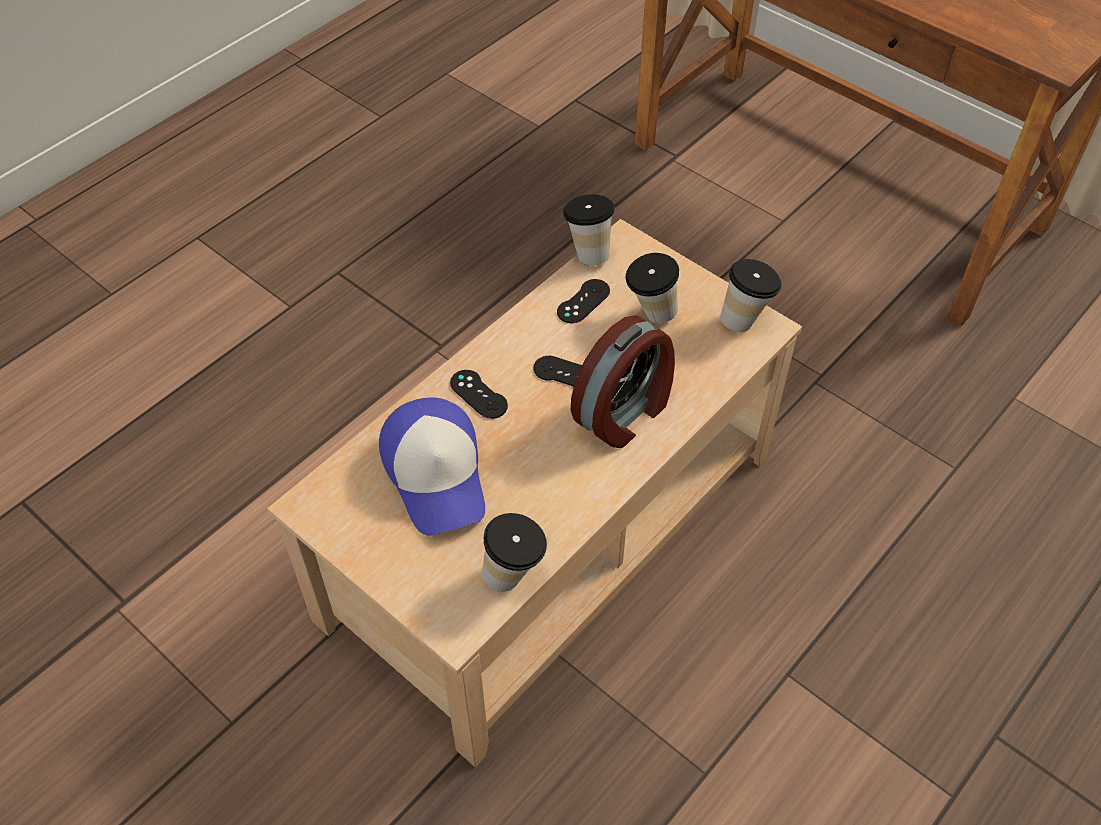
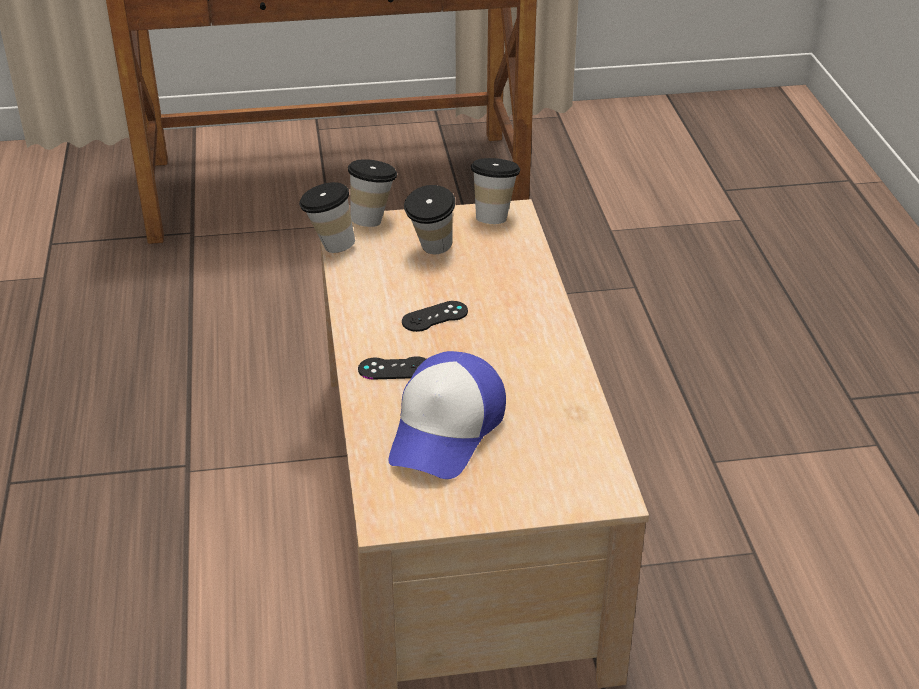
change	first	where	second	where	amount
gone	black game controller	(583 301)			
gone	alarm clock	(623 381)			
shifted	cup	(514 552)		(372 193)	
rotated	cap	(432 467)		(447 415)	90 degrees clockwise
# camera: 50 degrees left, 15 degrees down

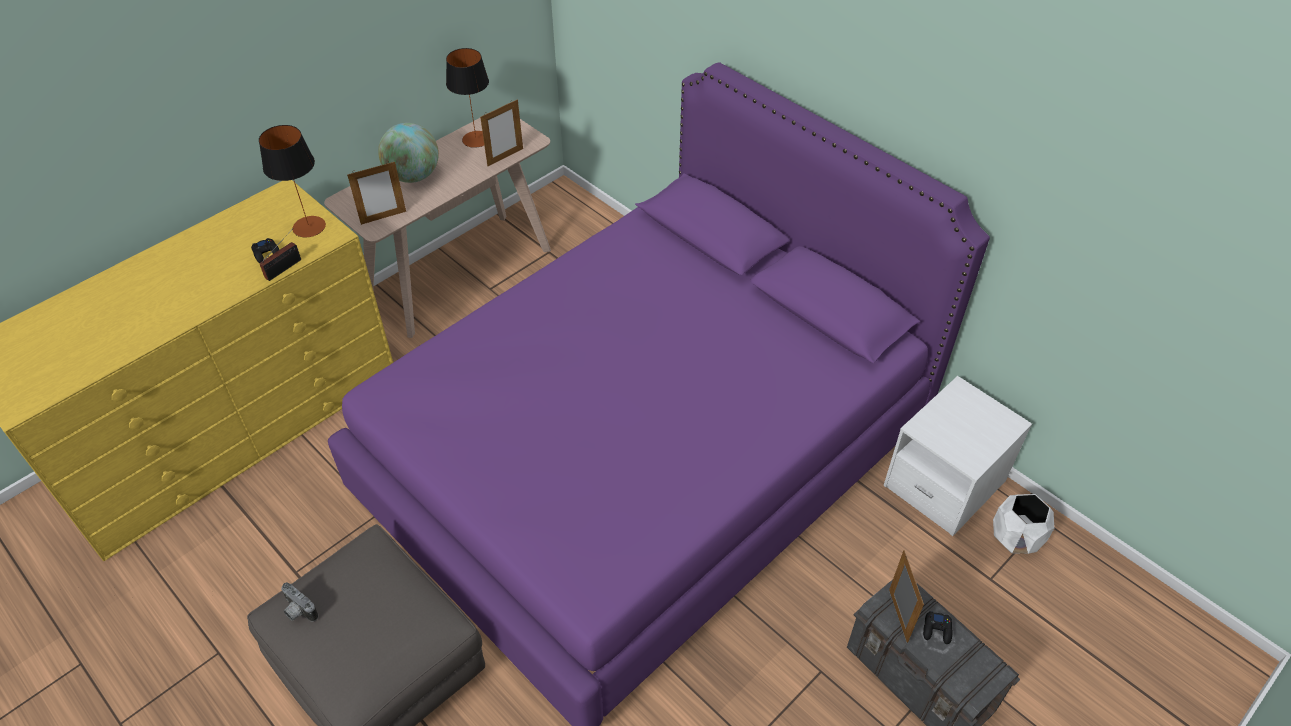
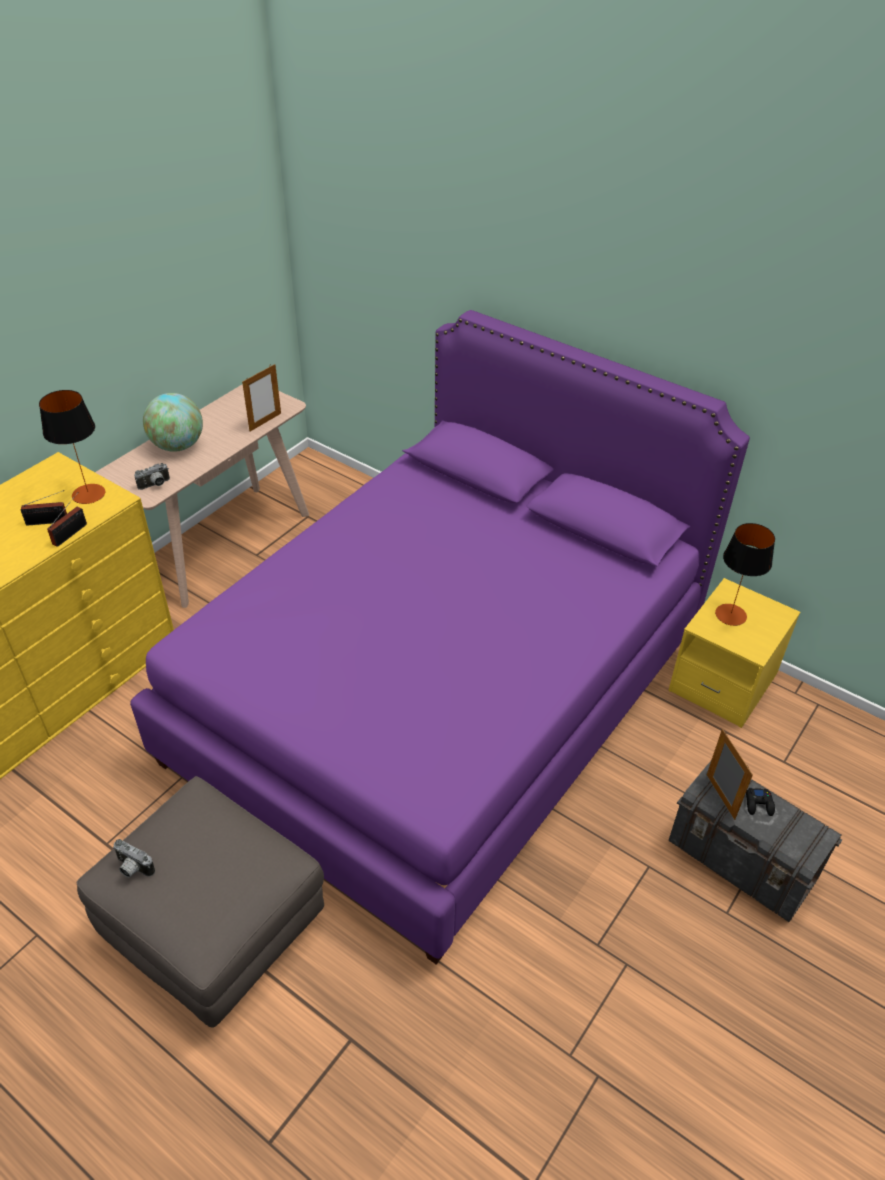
change	first	where	second	where	amount
gone	white planter	(1023 524)			
shifted	table lamp	(467 98)		(745 574)	
swapped	black game controller	(265 250)	radio	(44 508)	
swapped	picture frame	(376 193)	photo camera	(152 476)	
repainted	white nightstand	(957 456)	yellow nightstand	(734 653)	
# camera: 10 degrees left, 5 degrees down

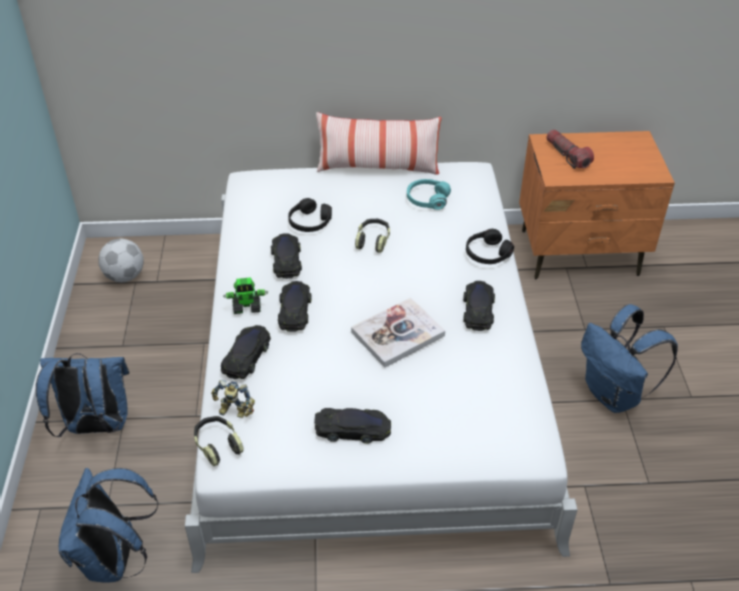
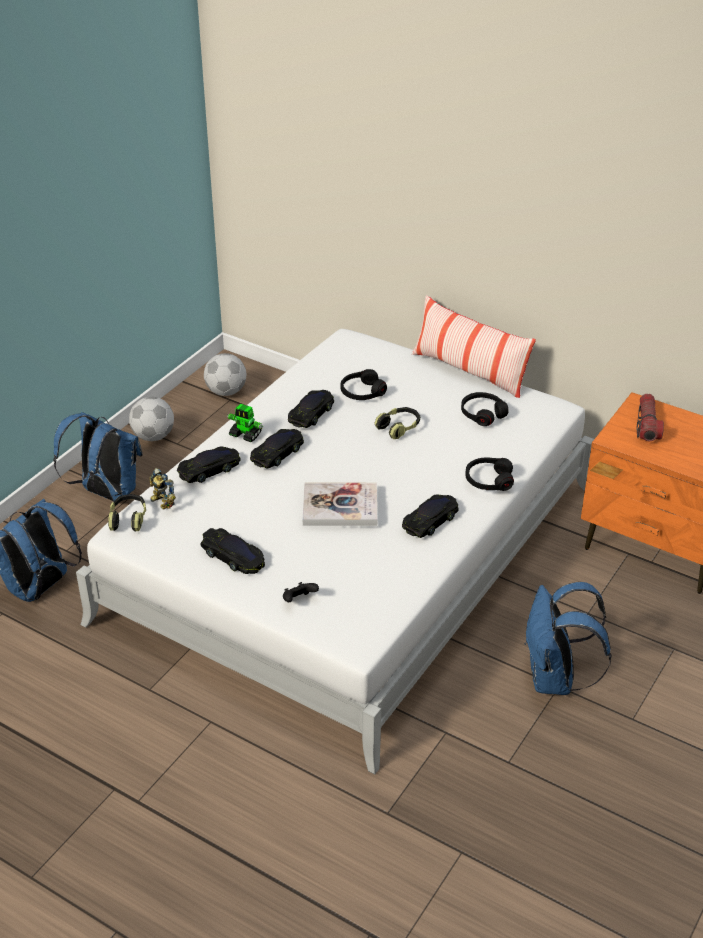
change	first	where	second	where	amount
new			football	(151 419)	
new			black game controller	(301 592)	
repainted	turquoise headphones	(429 194)	black headphones	(484 409)	
# camera: 35 degrees right, 5 degrees down

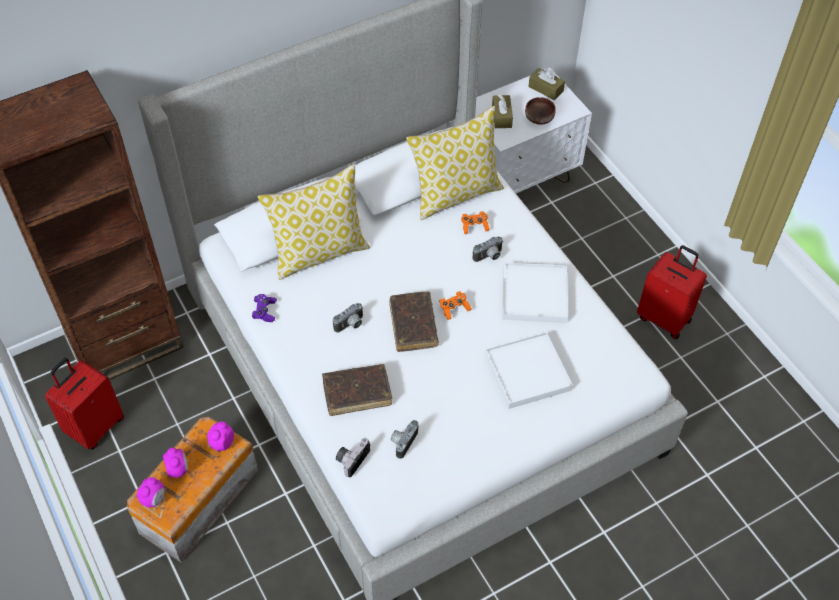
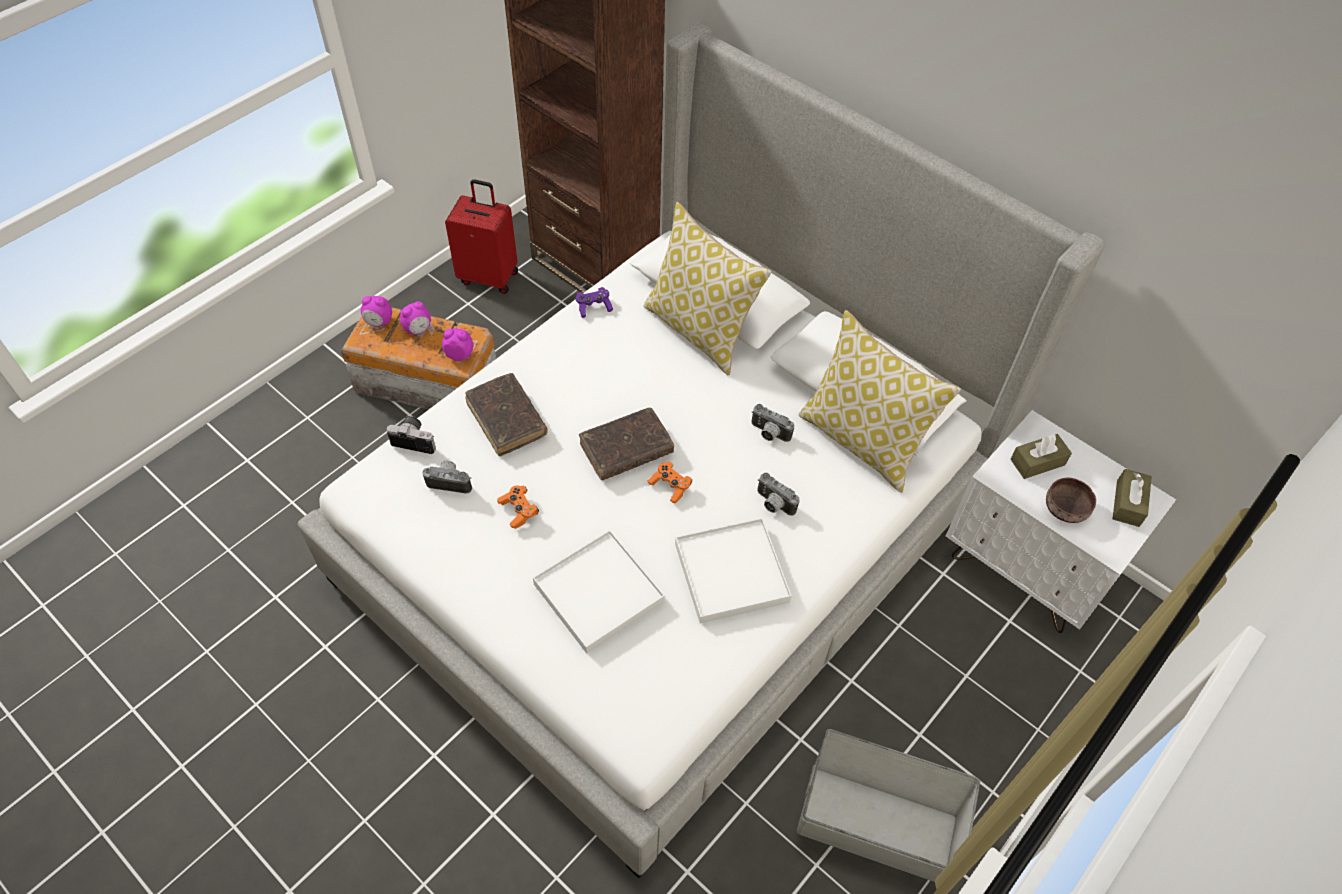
change	first	where	second	where	amount
shifted	photo camera	(348 318)		(772 423)	
shifted	orange game controller	(475 222)		(518 507)	
swapped	red suitcase	(672 292)	grey storage box	(888 805)	
# camera: 70 degrees right, 0 degrees up

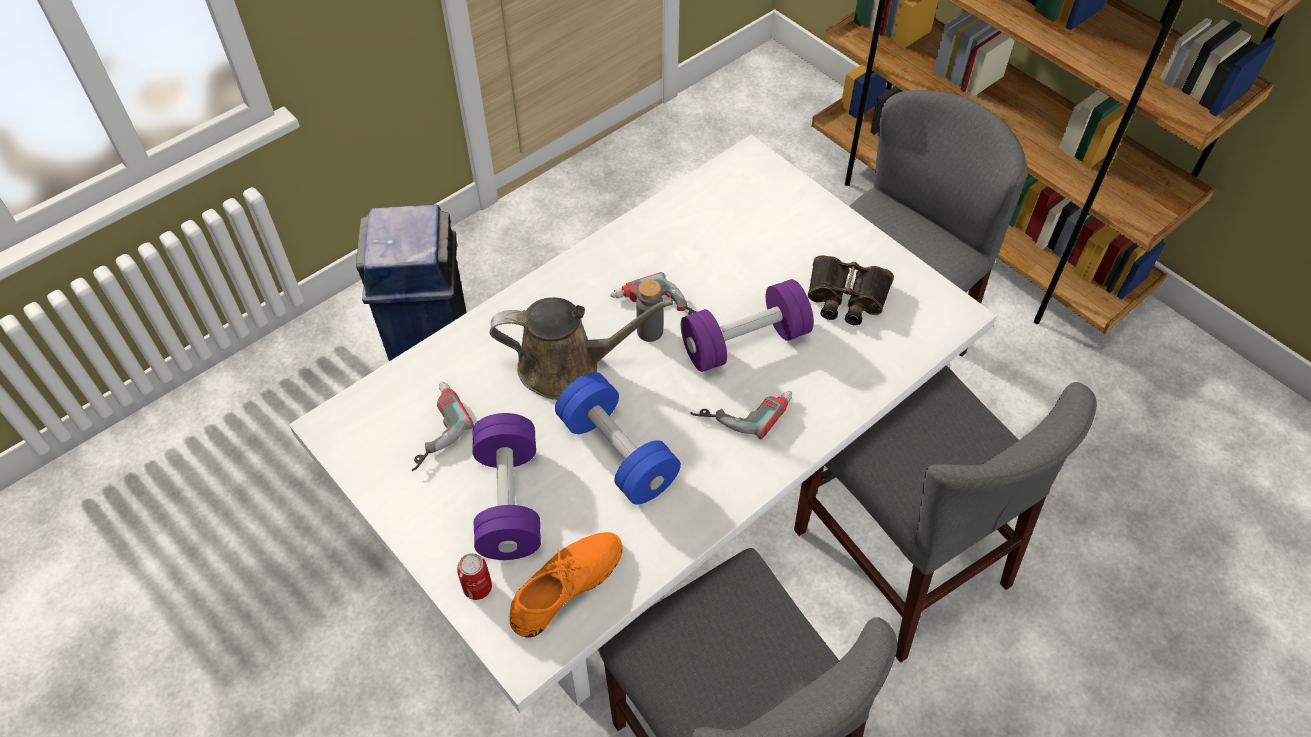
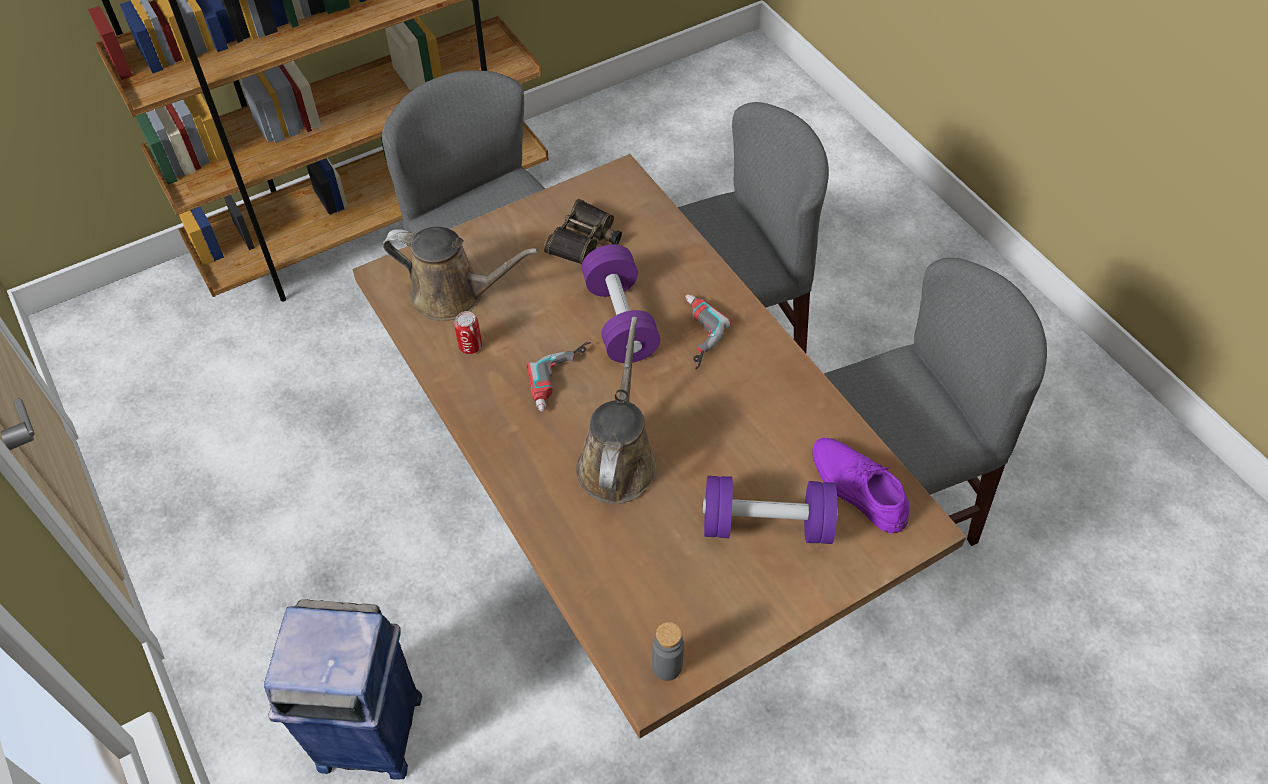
change	first	where	second	where	amount
gone	power drill	(443 426)			
gone	blue dumbbell	(618 438)			
new			brown watering can	(460 274)	
shifted	can	(474 576)		(468 332)	
shifted	grey bottle	(650 310)		(668 651)	
repainted	white dining table	(643 423)	brown dining table	(659 446)	
repainted	orange shoe	(566 584)	purple shoe	(860 485)	
# camera: 80 degrees left, 0 degrees up

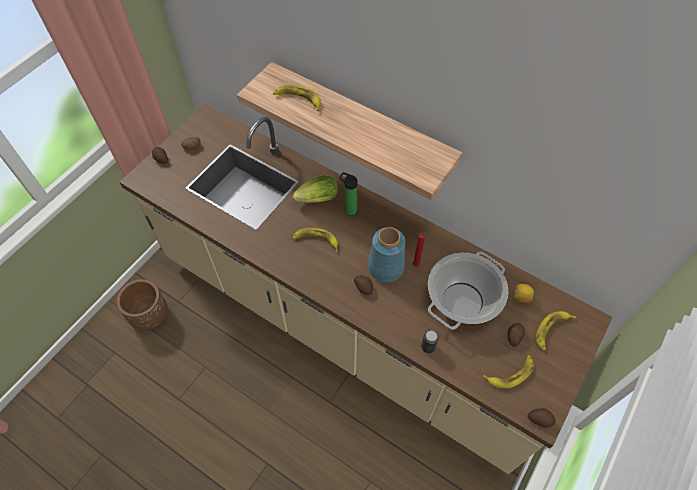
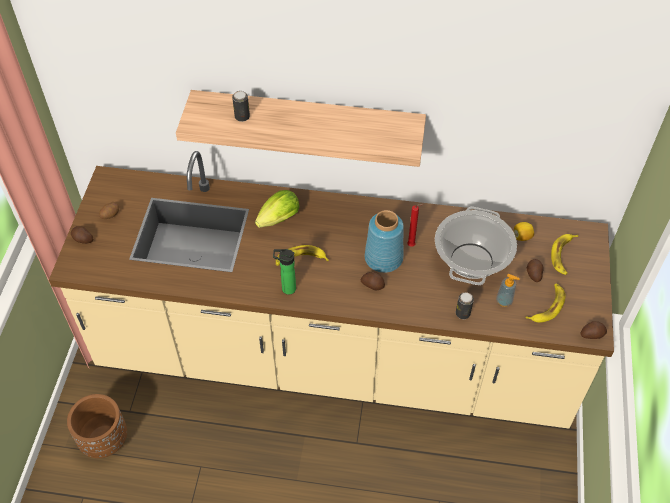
change	first	where	second	where	amount
new			soap dispenser	(508 290)	
shifted	bottle	(348 193)		(284 272)	
swapped	banana	(297 98)	can	(241 106)	
# camera: 25 degrees left, 5 degrees down

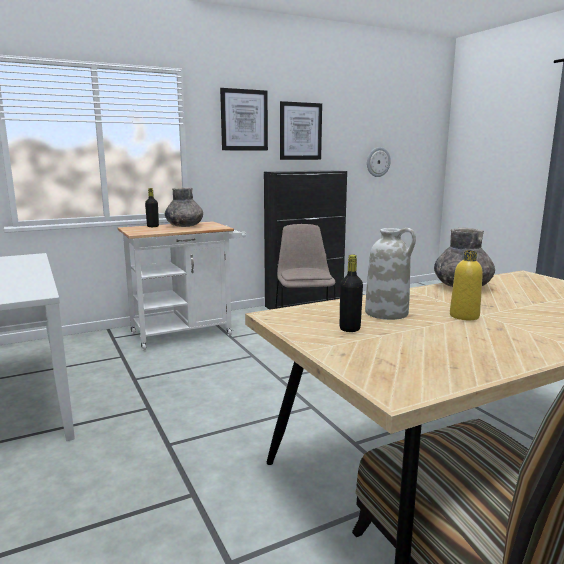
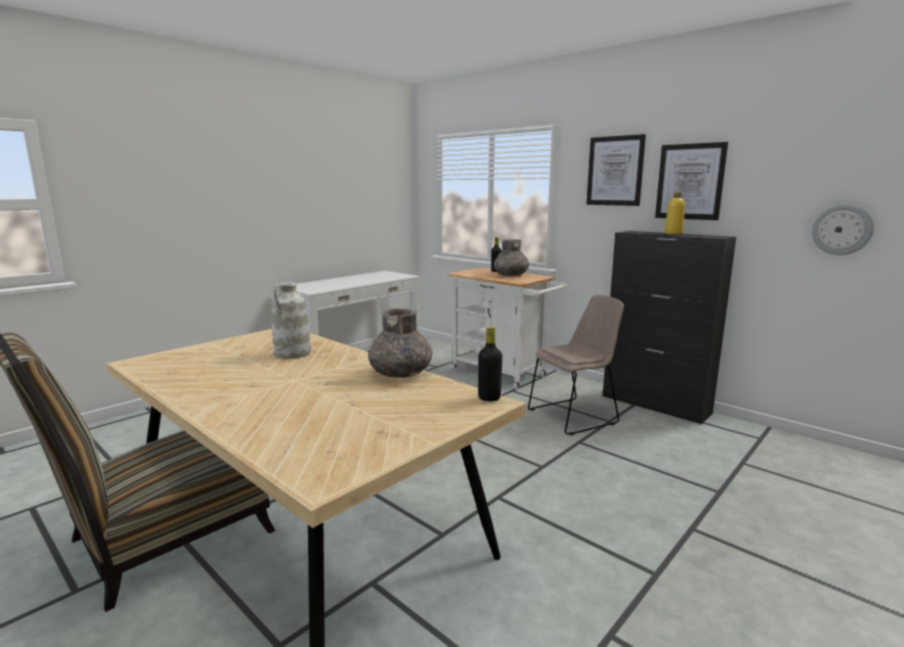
change	first	where	second	where	amount
shifted	black bottle	(351 293)		(490 364)	
shifted	yellow bottle	(466 285)		(674 213)	
# camera: 70 degrees right, 0 degrees up

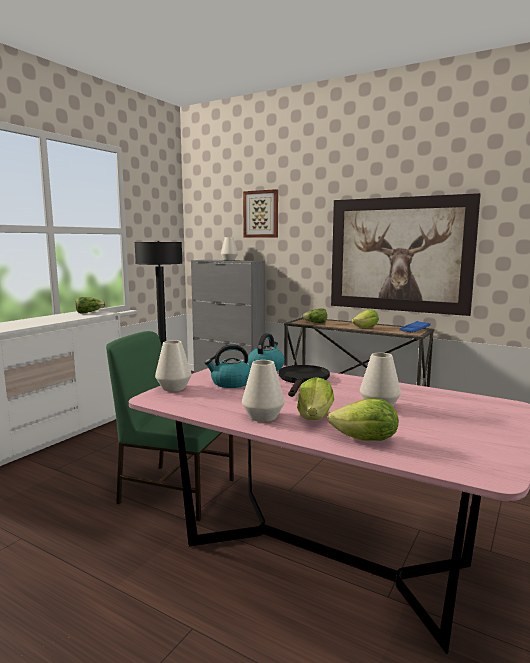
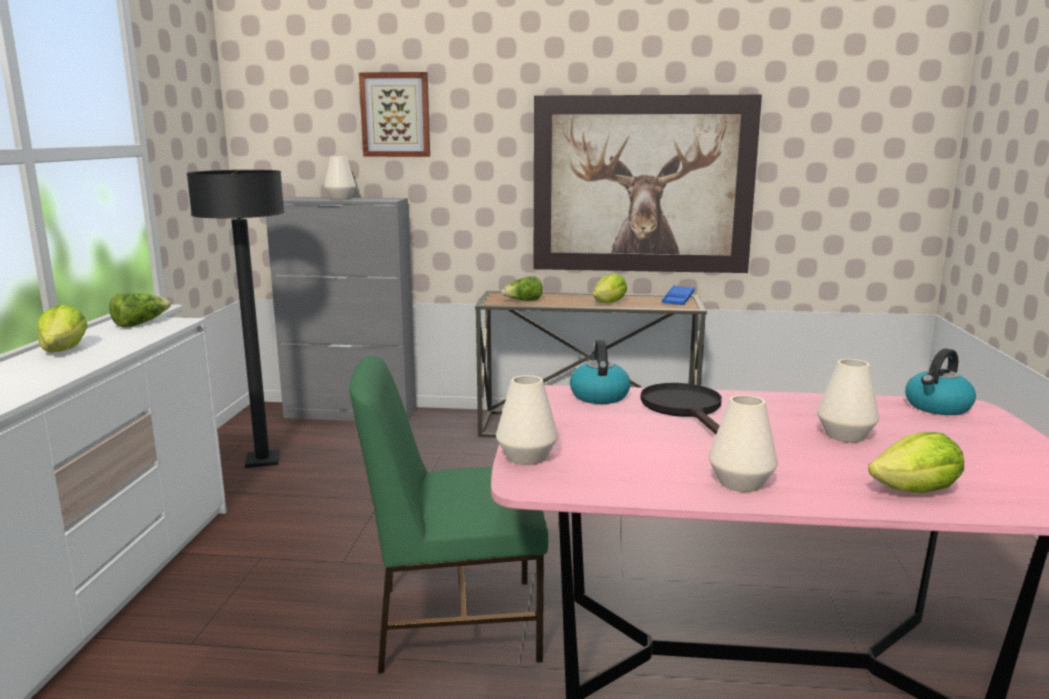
change	first	where	second	where	amount
shifted	kettle	(228 366)		(940 381)	
shifted	lettuce	(315 398)		(63 329)	
# camera: 25 degrees left, 5 degrees up

